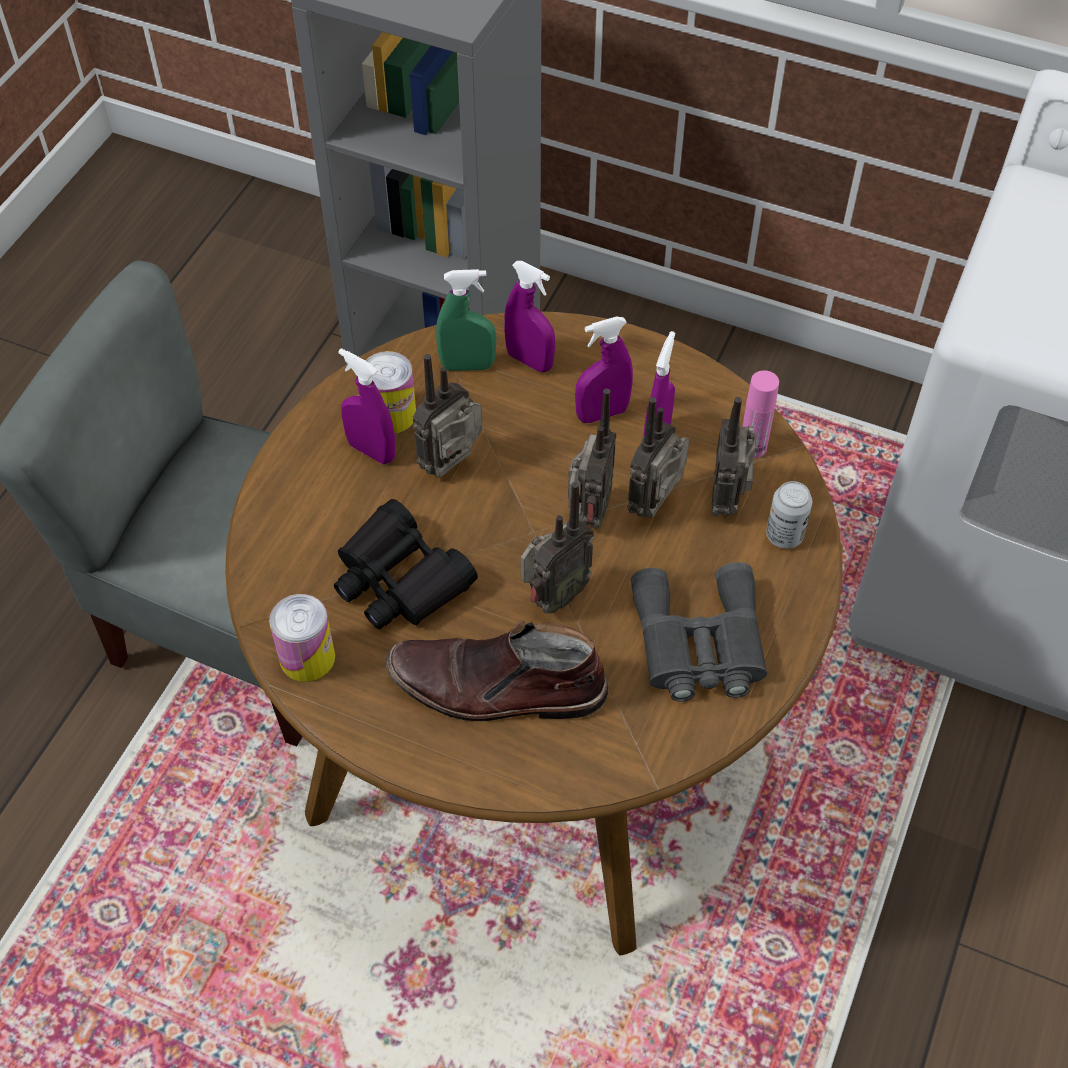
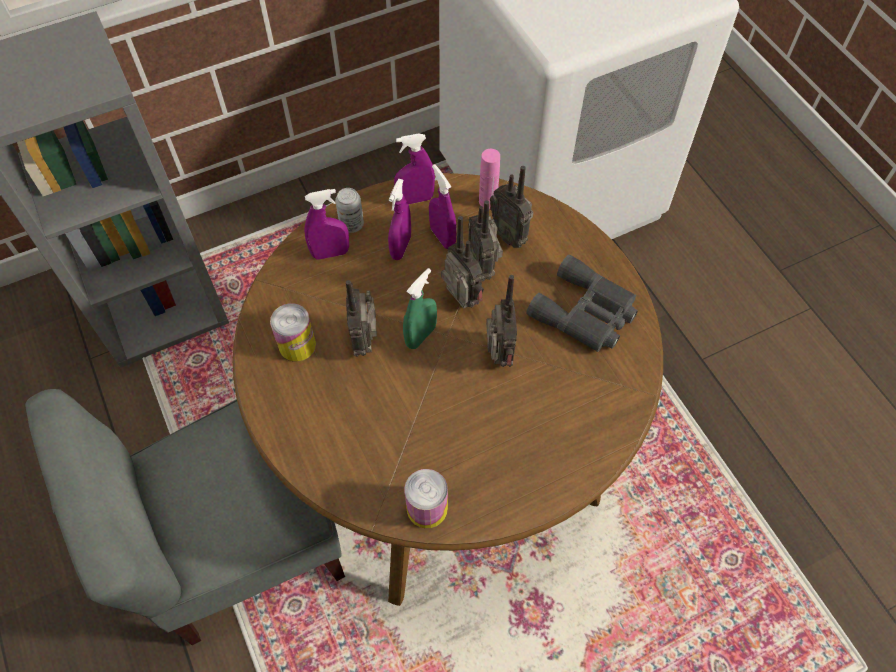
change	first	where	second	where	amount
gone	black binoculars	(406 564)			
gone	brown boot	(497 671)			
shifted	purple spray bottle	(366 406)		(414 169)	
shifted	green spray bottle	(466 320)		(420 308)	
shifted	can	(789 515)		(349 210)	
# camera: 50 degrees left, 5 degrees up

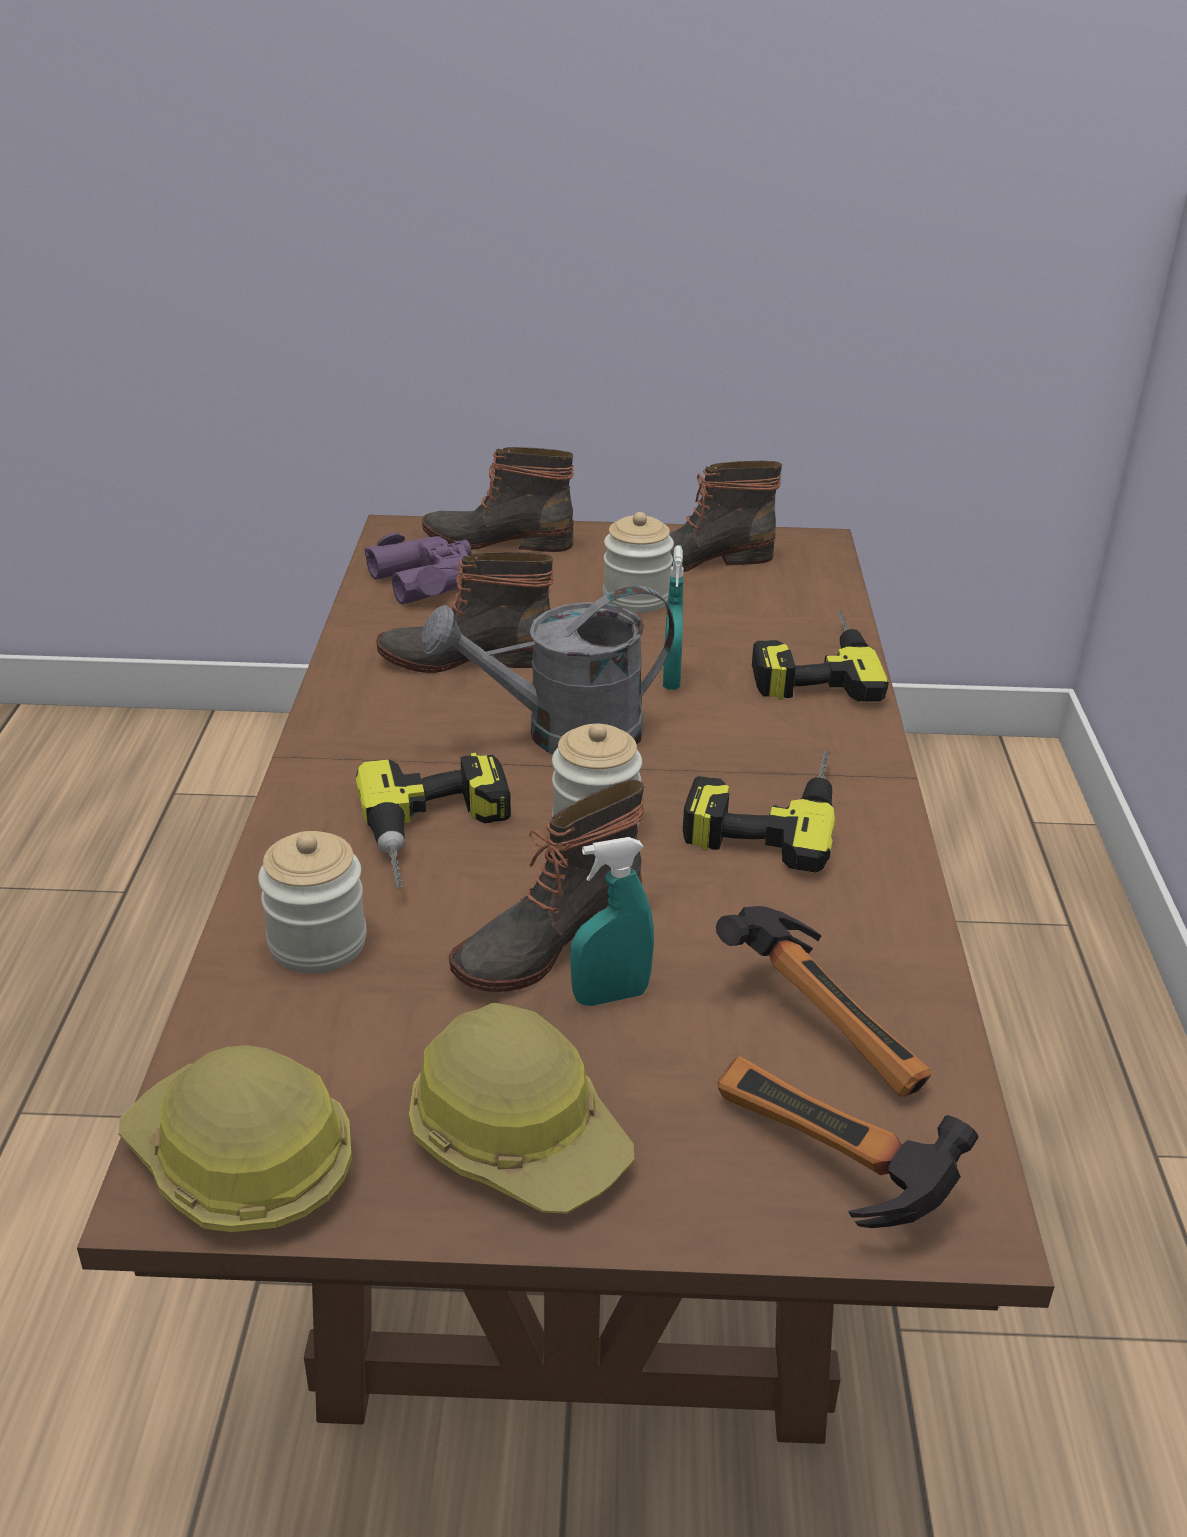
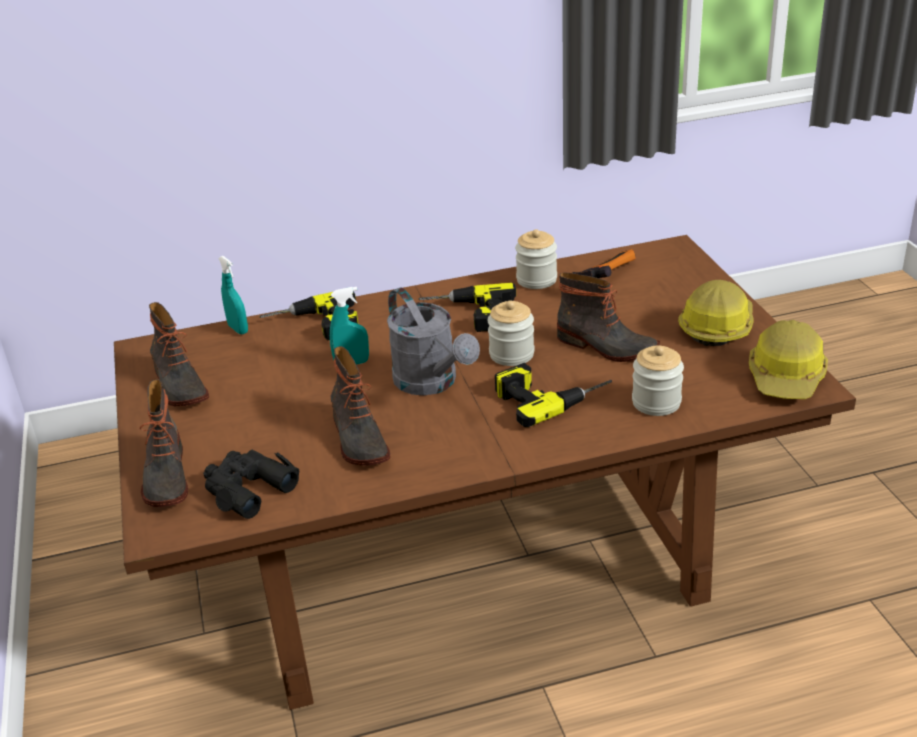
change	first	where	second	where	amount
gone	hammer	(847 1142)			
shifted	turquoise spray bottle	(612 921)		(233 295)	
shifted	jar	(638 562)		(536 259)	
repainted	purple binoculars	(423 568)	black binoculars	(251 484)	
# camera: 105 degrees left, 0 degrees up

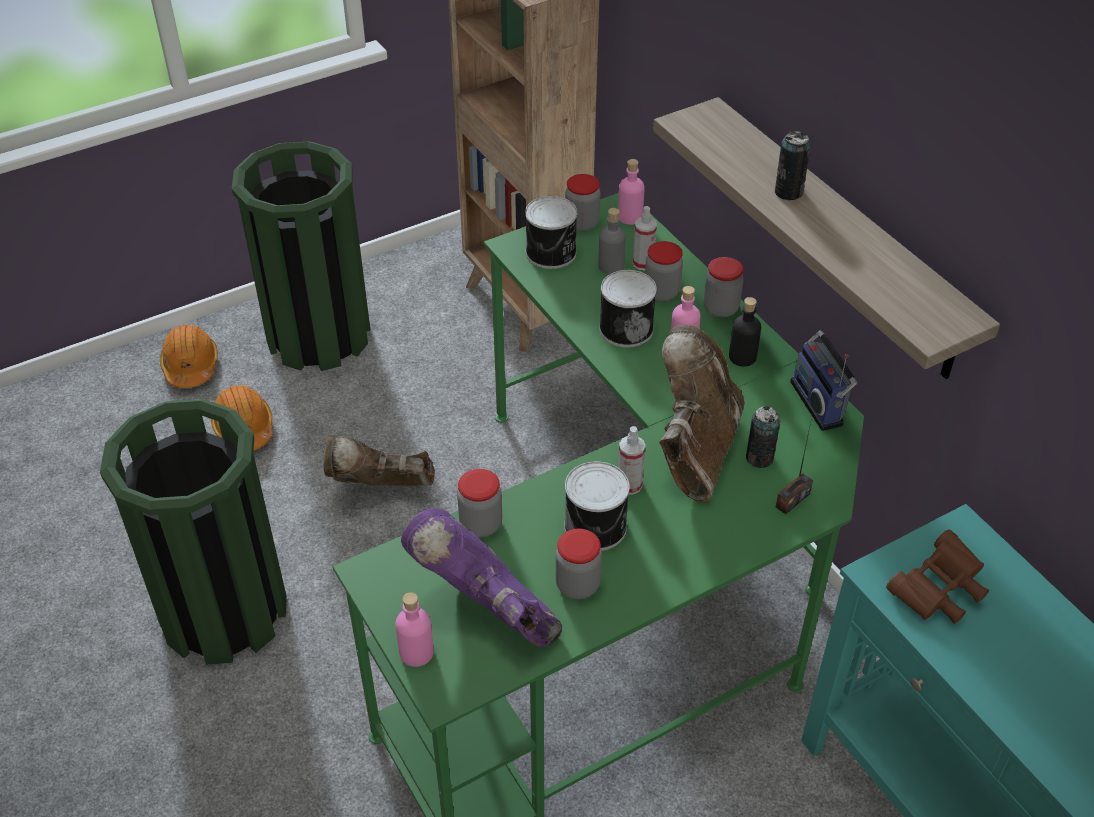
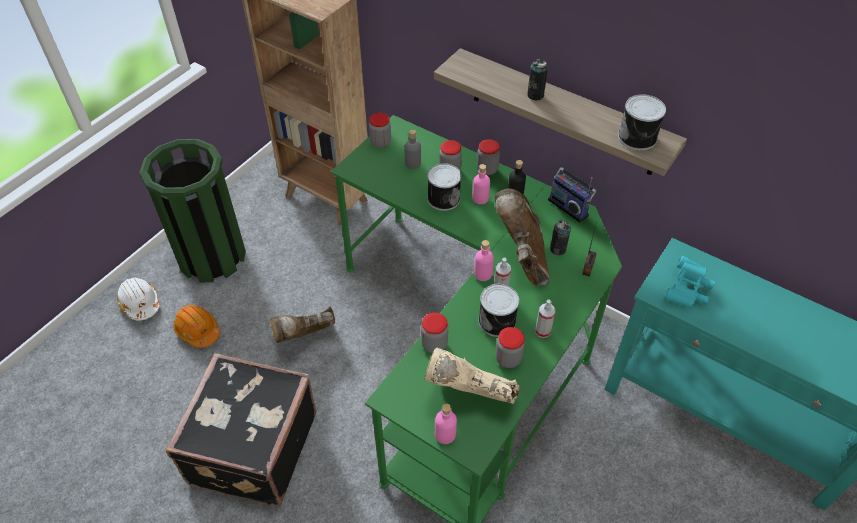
change	first	where	second	where	amount
shifted	can	(551 232)		(642 122)	
shifted	pink bottle	(631 192)		(484 260)	
shifted	spray bottle	(645 238)		(545 318)	
swapped	green trash can	(193 532)	black suitcase	(241 429)	
repainted	orange hard hat	(189 356)	white hard hat	(138 299)	
repainted	purple boot	(481 577)	beige boot	(472 376)	
repainted	brown binoculars	(937 576)	turquoise binoculars	(689 282)	
# camera: 25 degrees left, 5 degrees up

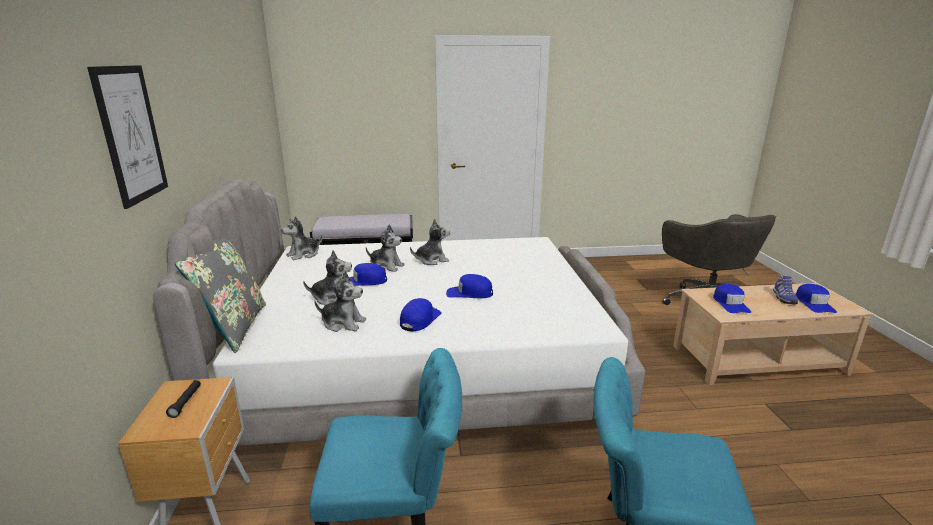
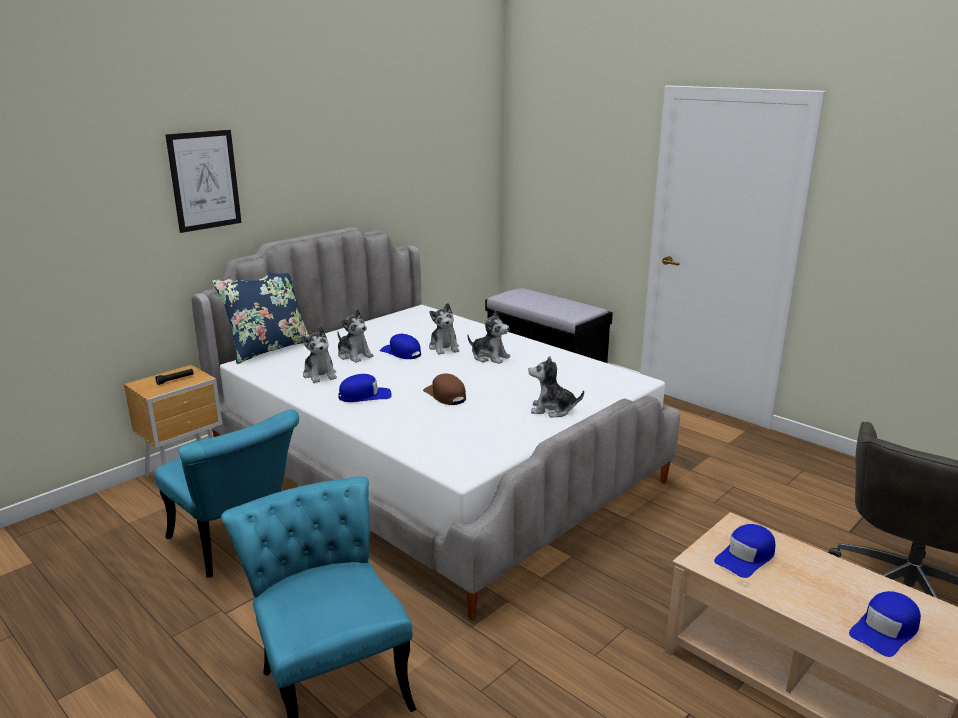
change	first	where	second	where	amount
gone	shoe	(786 290)			
shifted	plush toy	(301 238)		(556 387)	
repainted	grey pillow	(220 295)	blue pillow	(260 318)	
repainted	blue cap	(469 286)	brown cap	(444 389)	
# camera: 50 degrees right, 0 degrees up

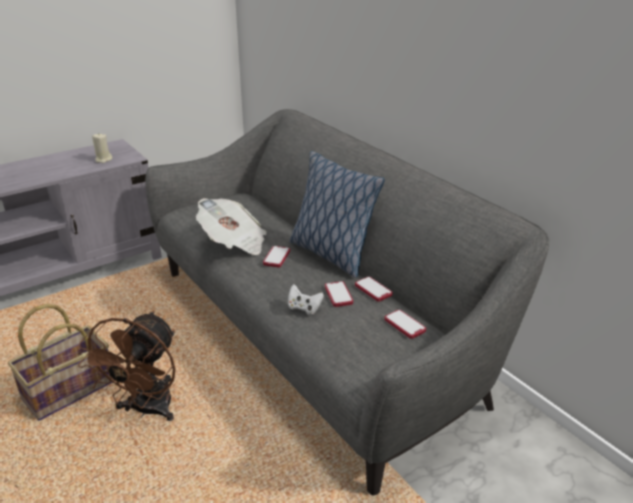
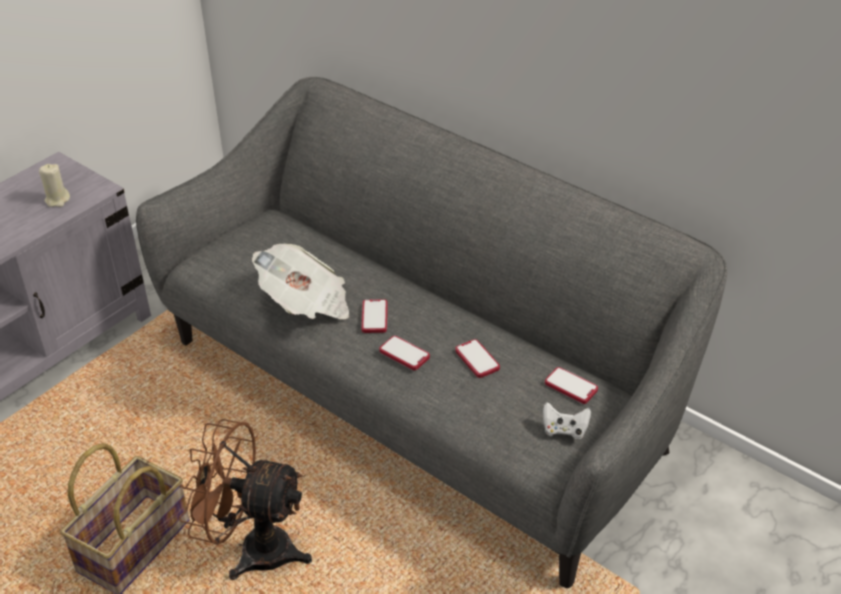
change	first	where	second	where	amount
gone	pillow	(337 214)			
shifted	white game controller	(306 299)		(567 421)	
shifted	phone	(374 289)		(404 353)	
rotated	brown fan	(127 366)		(245 499)	105 degrees clockwise
# camera: 15 degrees left, 10 degrees up

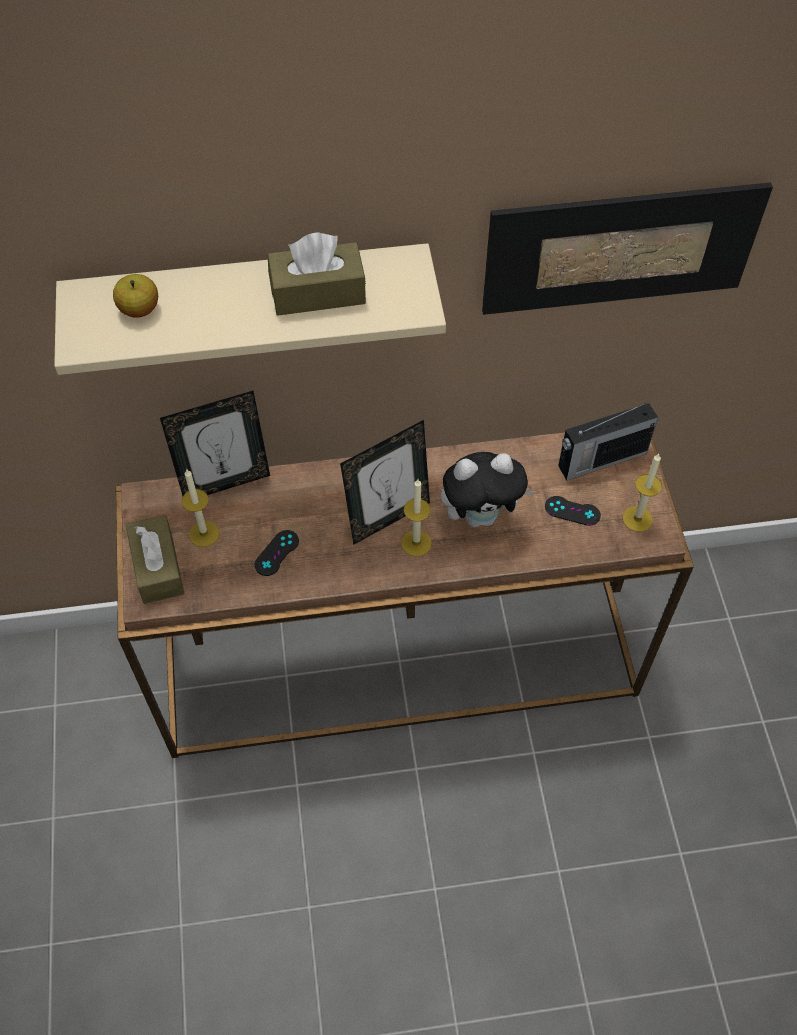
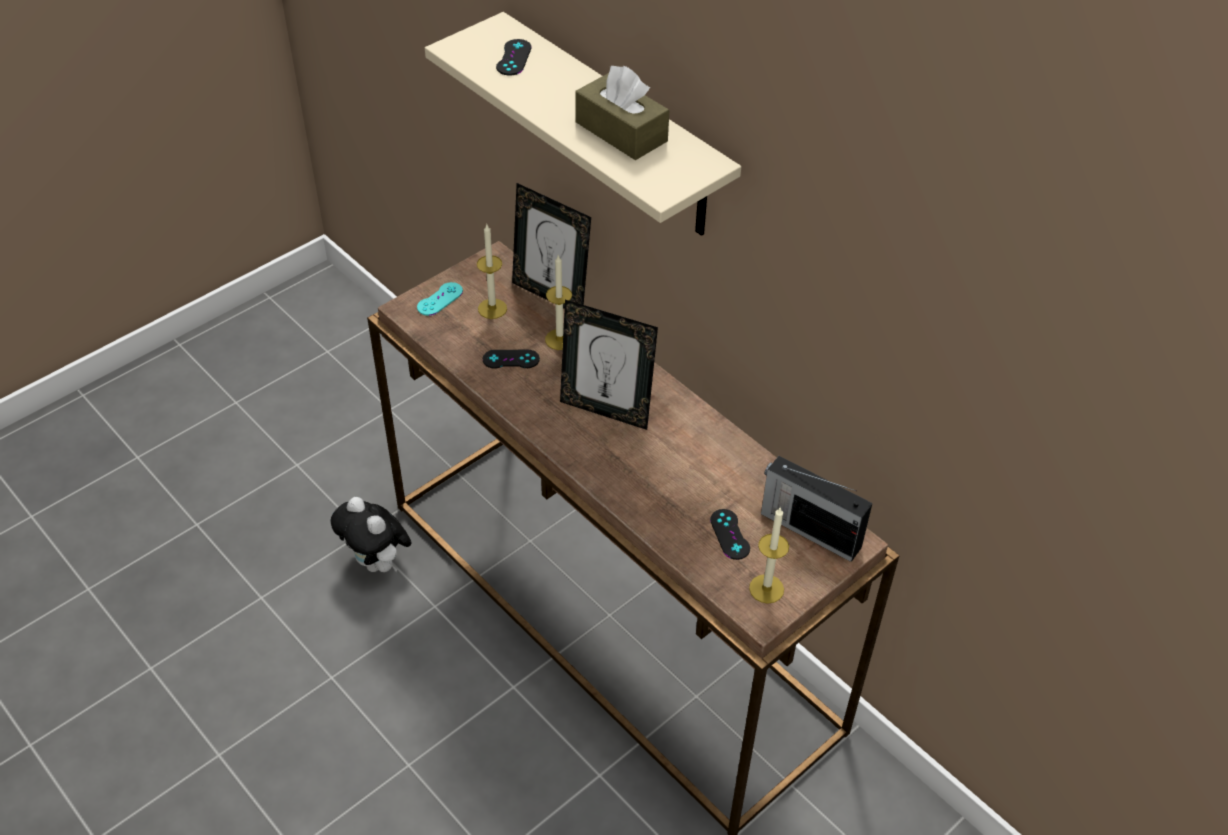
change	first	where	second	where	amount
gone	picture	(627 249)			
shifted	candle	(416 518)		(558 302)	
shifted	plush toy	(487 489)		(371 534)	
swapped	apple	(135 296)	black game controller	(514 57)	
swapped	brown tissue box	(155 559)	turquoise game controller	(440 299)	
# camera: 55 degrees right, 10 degrees down

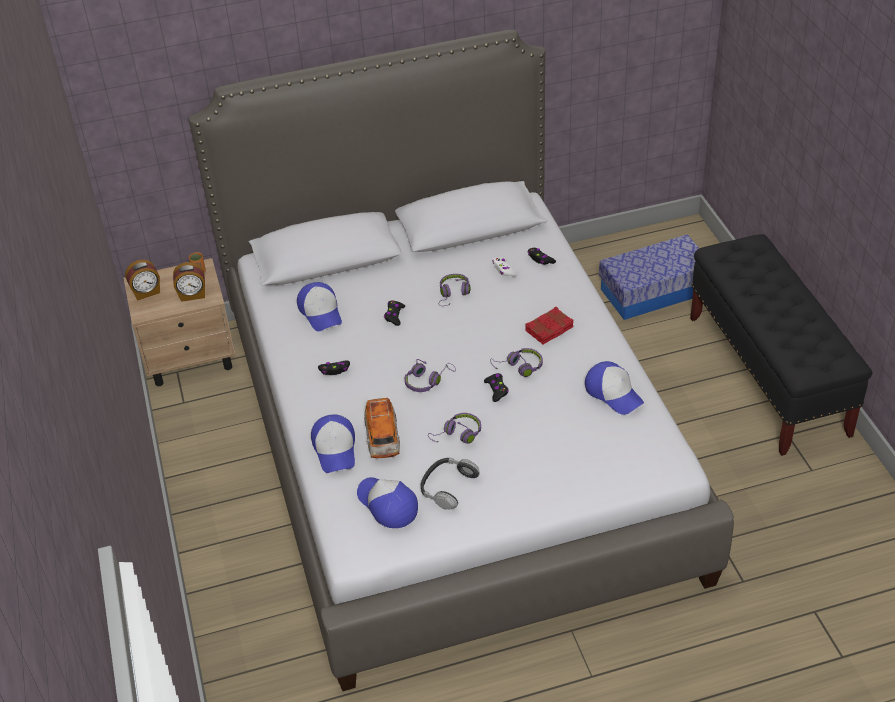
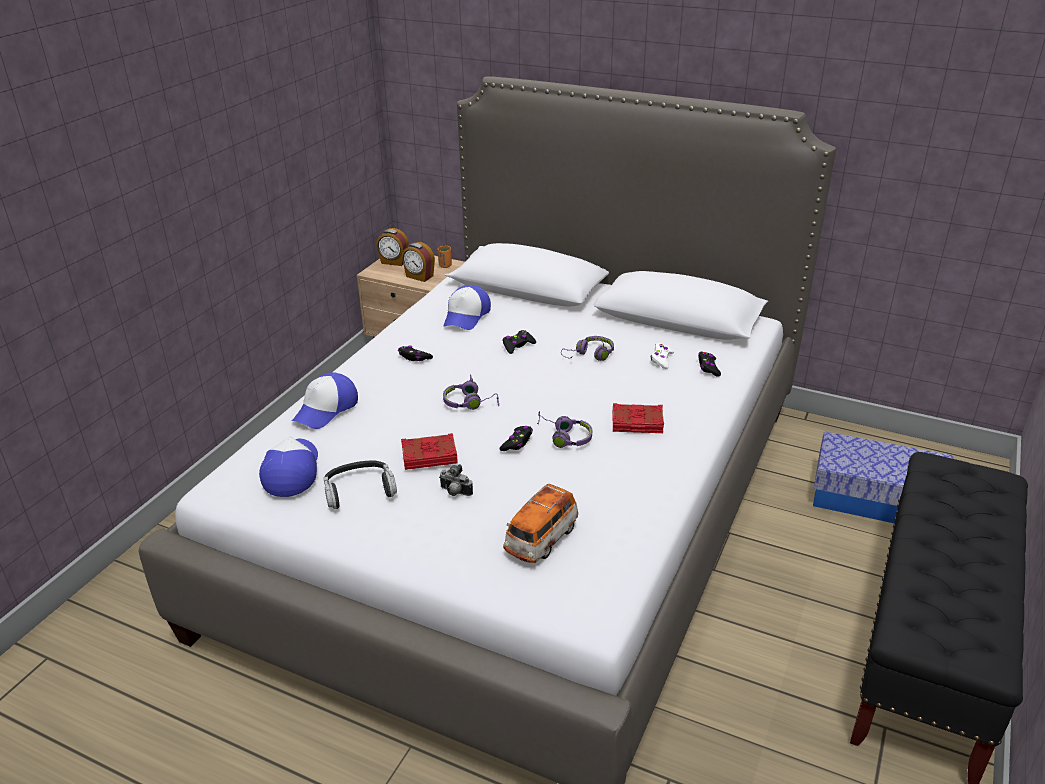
change	first	where	second	where	amount
gone	cap	(614 388)			
new			photo camera	(456 480)	
shifted	toy car	(382 428)		(541 523)	
swapped	purple headphones	(454 428)	red book	(429 451)	
# camera: 40 degrees right, 10 degrees down

